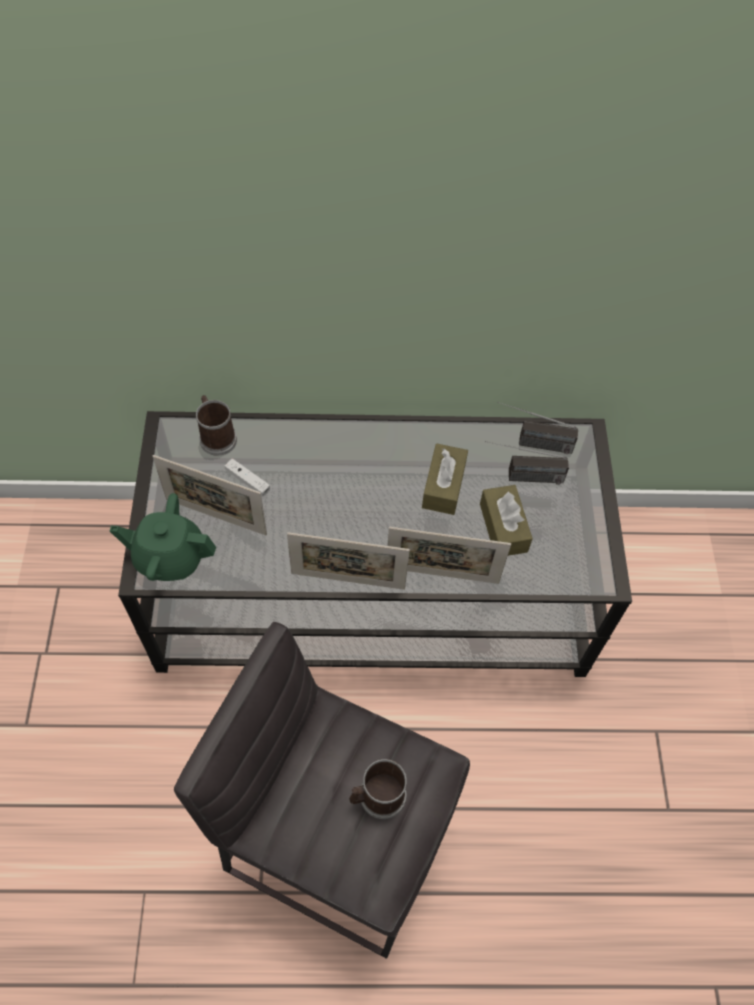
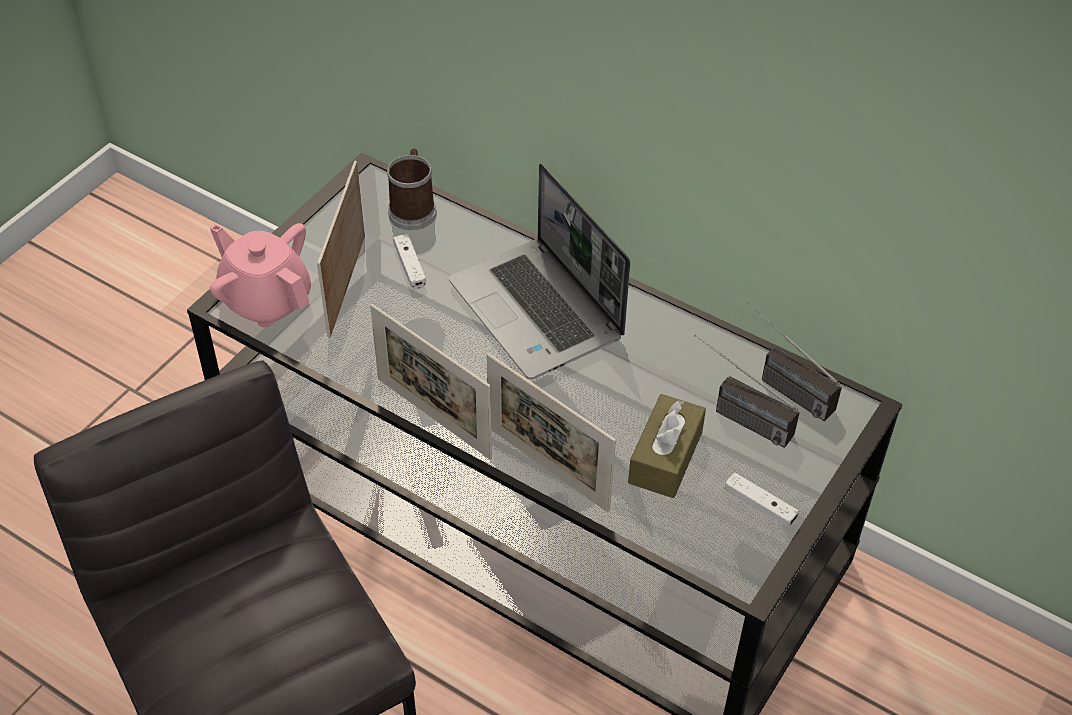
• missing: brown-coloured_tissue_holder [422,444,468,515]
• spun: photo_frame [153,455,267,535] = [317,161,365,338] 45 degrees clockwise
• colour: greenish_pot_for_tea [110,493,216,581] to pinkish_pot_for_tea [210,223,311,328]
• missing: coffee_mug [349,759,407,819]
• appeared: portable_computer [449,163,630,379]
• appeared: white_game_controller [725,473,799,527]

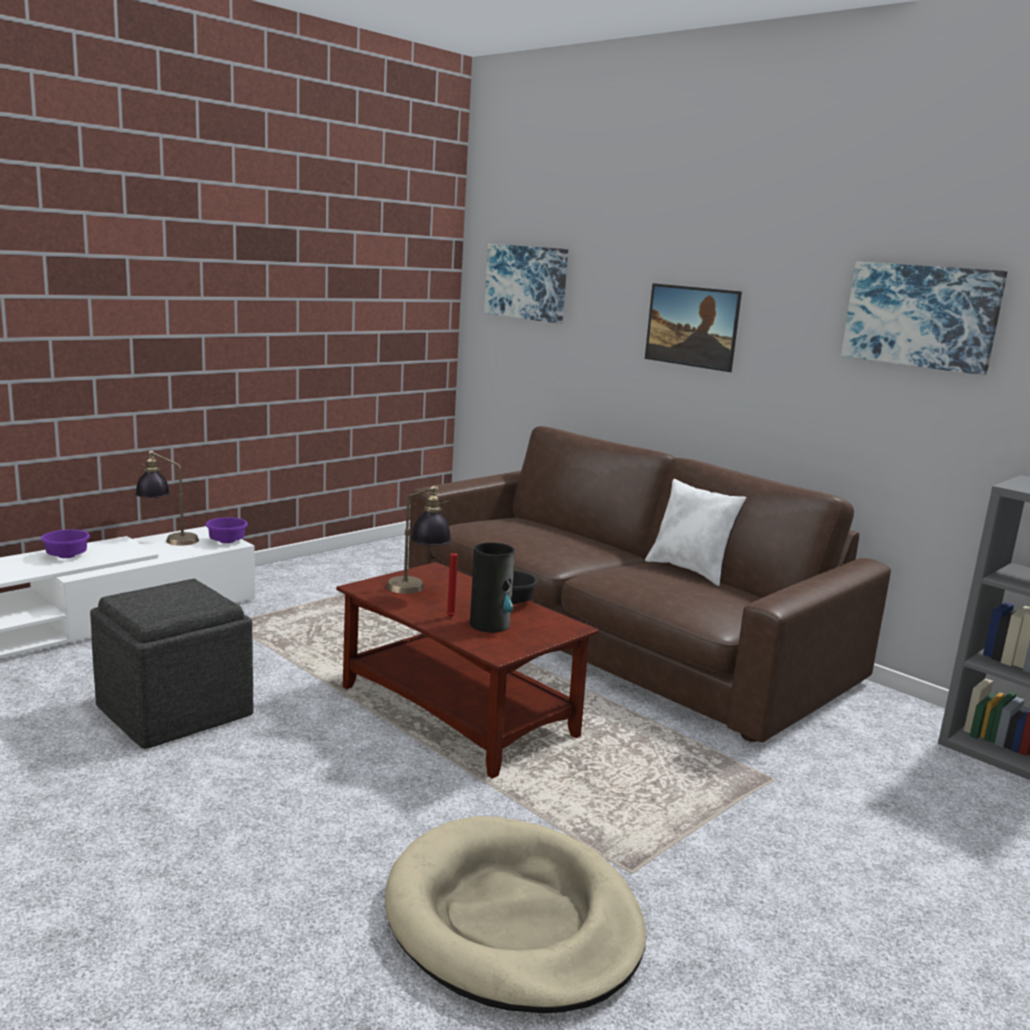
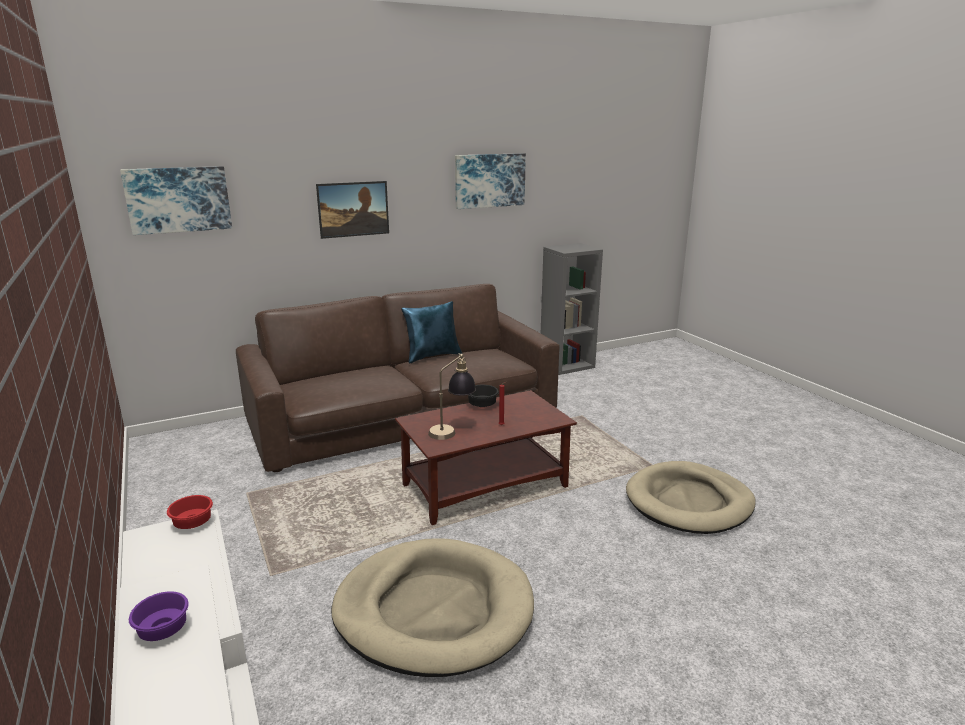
• missing: tabletop_lamp [135,450,199,546]
• colour: white_pillow [645,479,746,586] to blue_pillow [401,301,462,364]
• colour: purple_serving_bowl [205,517,248,543] to red-coloured_serving_bowl [167,495,213,529]
• missing: vase [470,542,515,632]
• exchanged: greyish_ottoman [90,579,254,749] to beige-coloured_dog_bed [331,538,534,677]

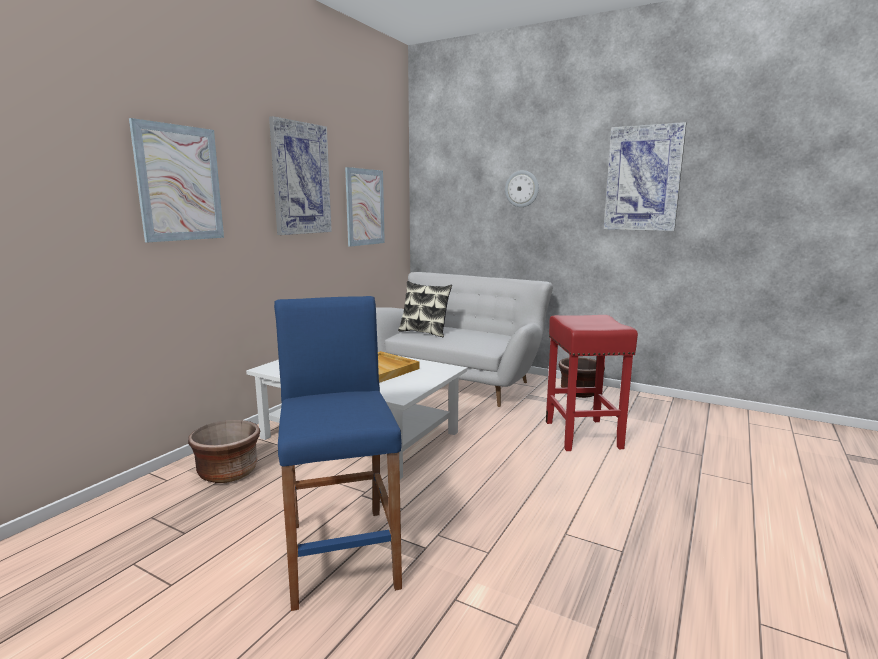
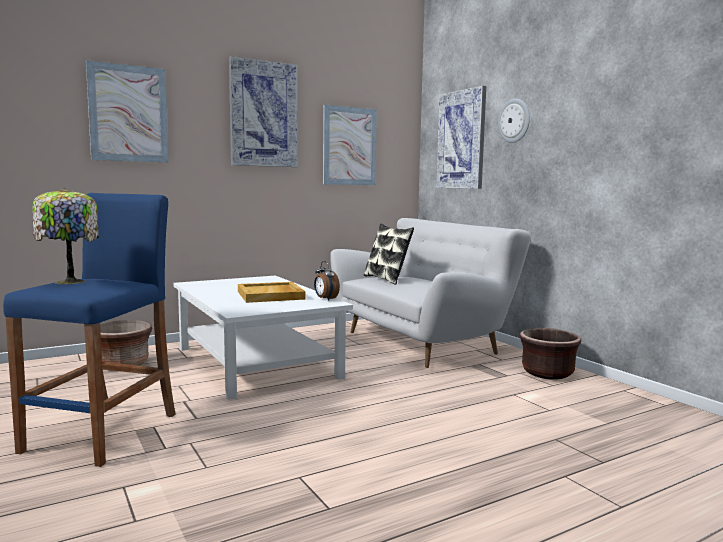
• relocated: wall_picture [603,122,687,231] to [436,86,486,189]
• missing: red-coloured_stool_seat [546,315,638,451]
• appeared: tabletop_lamp [32,188,99,284]
• appeared: table_clock [314,261,340,301]

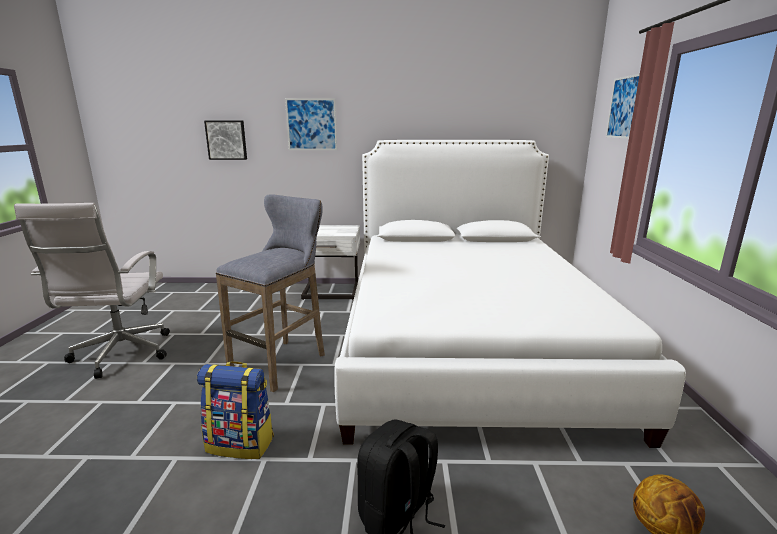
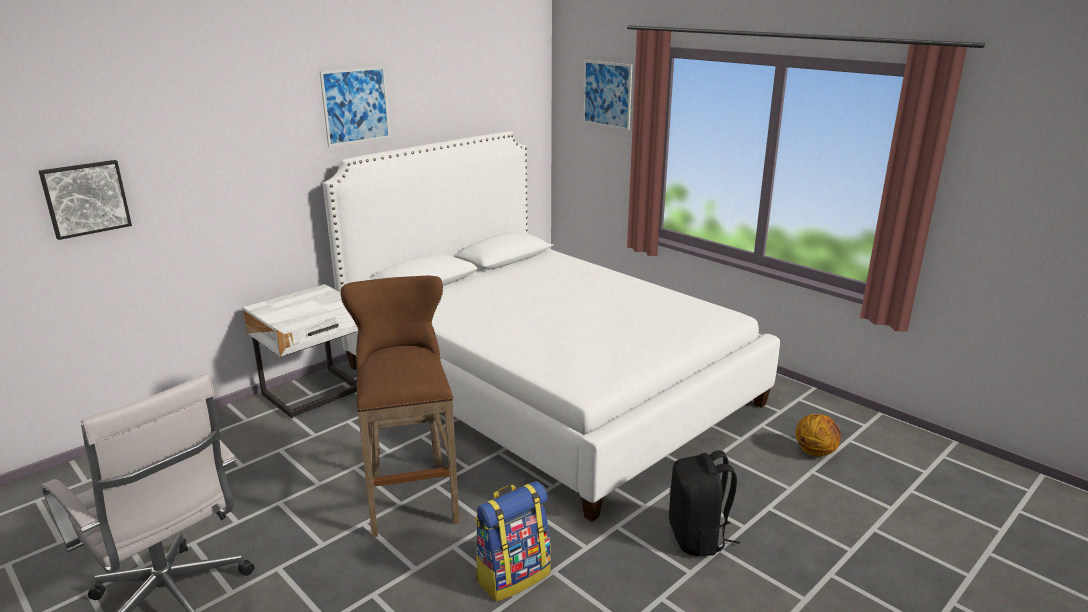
• relocated: wall_picture [285,98,337,150] to [320,66,390,147]
• colour: greyish_stool_seat [216,194,325,392] to brown-coloured_stool_seat [341,276,459,537]

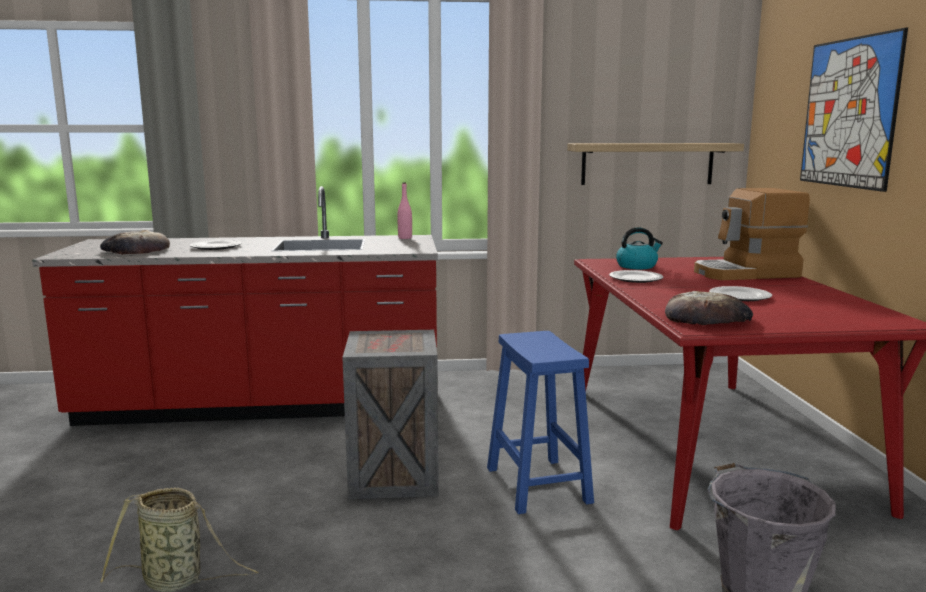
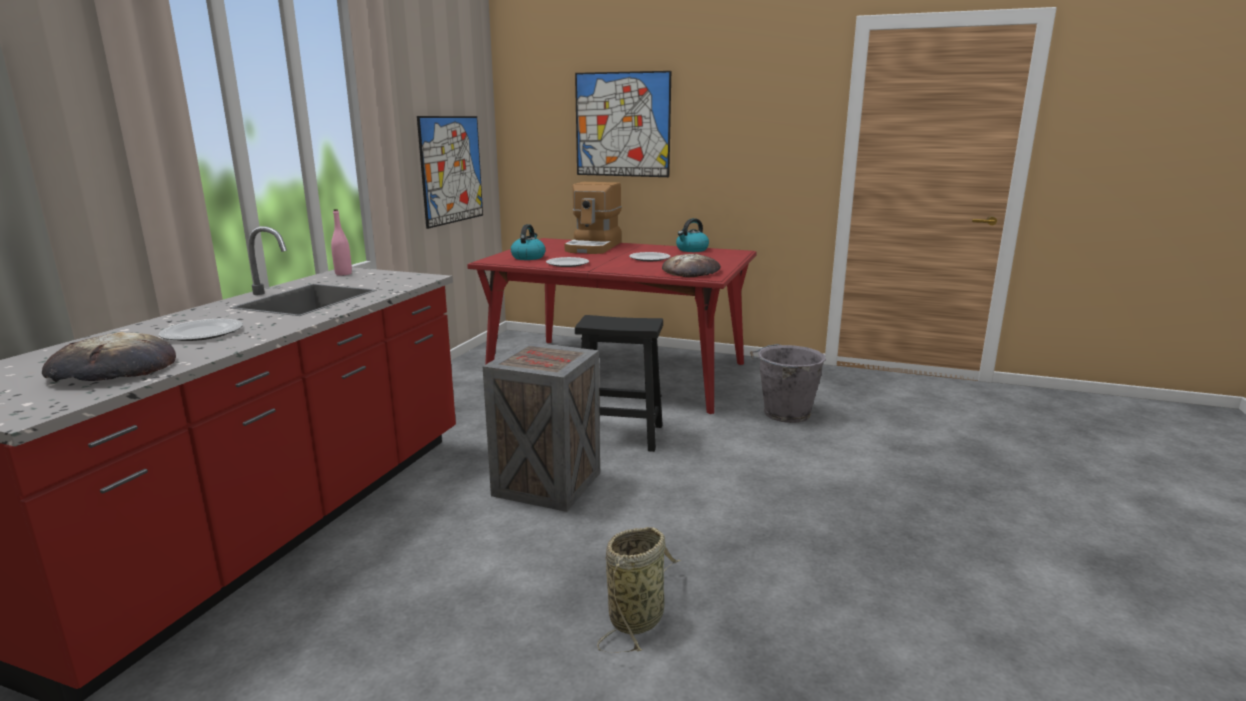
• exchanged: wall_shelf [567,143,744,185] to wall_picture [417,116,483,229]
• colour: blue_stool_seat [487,331,594,514] to black_stool_seat [575,315,663,452]
• appeared: tea_kettle [676,218,709,252]

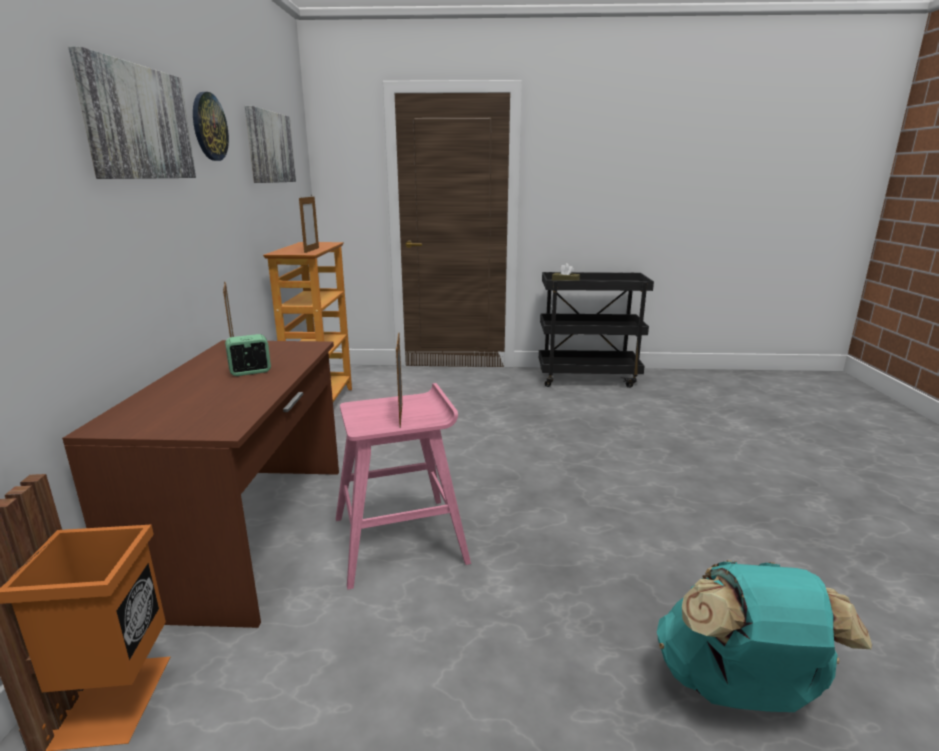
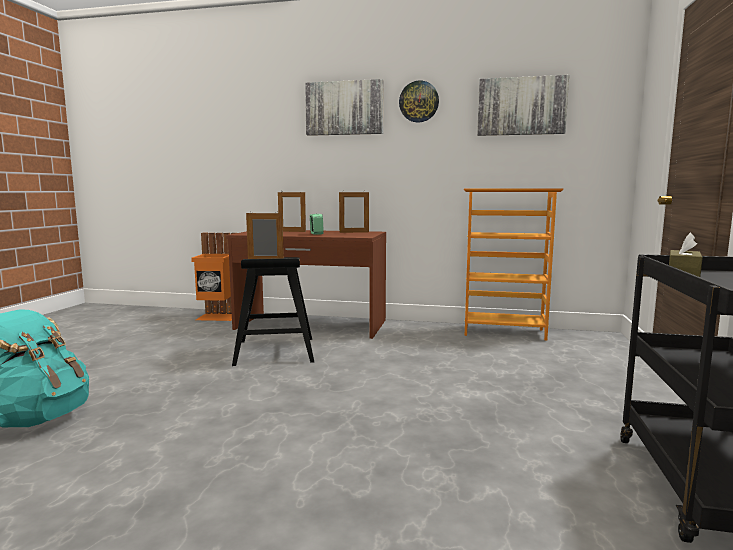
• relocated: photo_frame [299,197,319,253] to [278,192,306,232]
• colour: pinkish_stool_seat [336,383,471,590] to black_stool_seat [232,257,314,366]

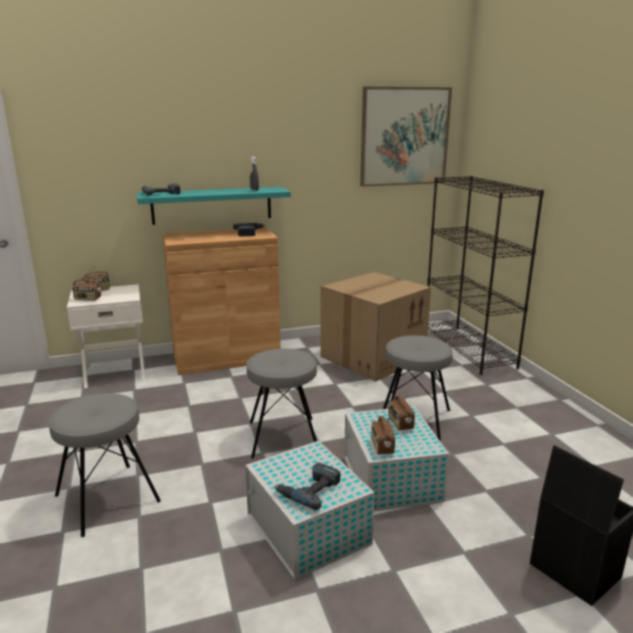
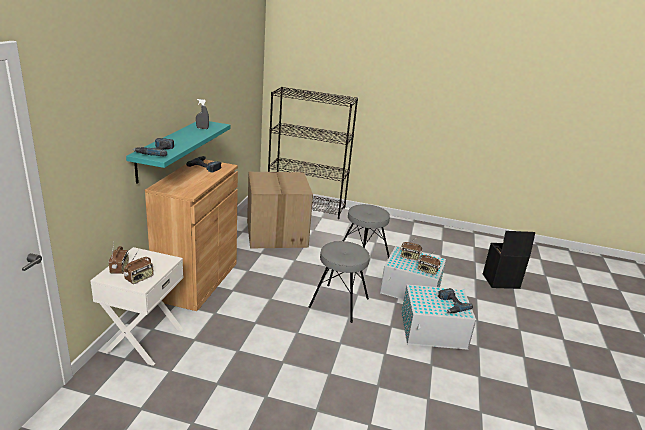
• missing: wall_picture [360,87,452,187]
• missing: greyish_stool_seat [49,393,161,537]

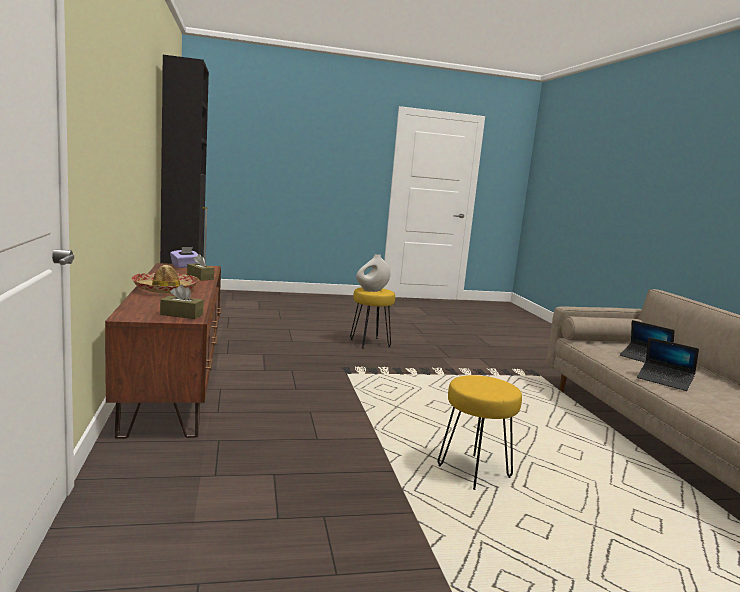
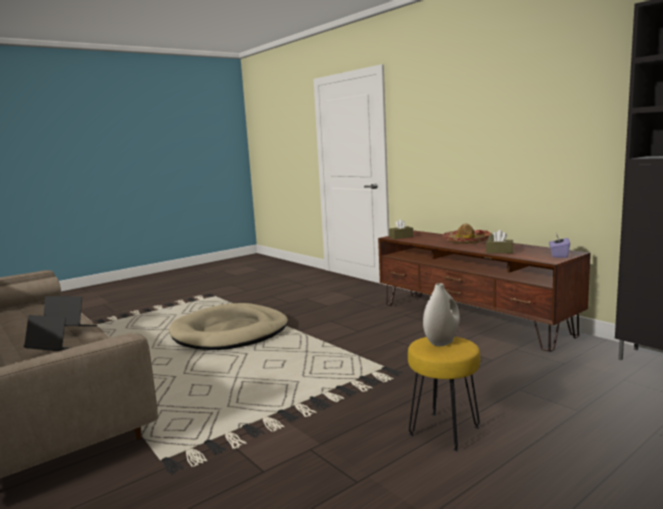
• exchanged: yellowish_stool_seat [438,375,522,490] to beige-coloured_dog_bed [169,303,288,350]

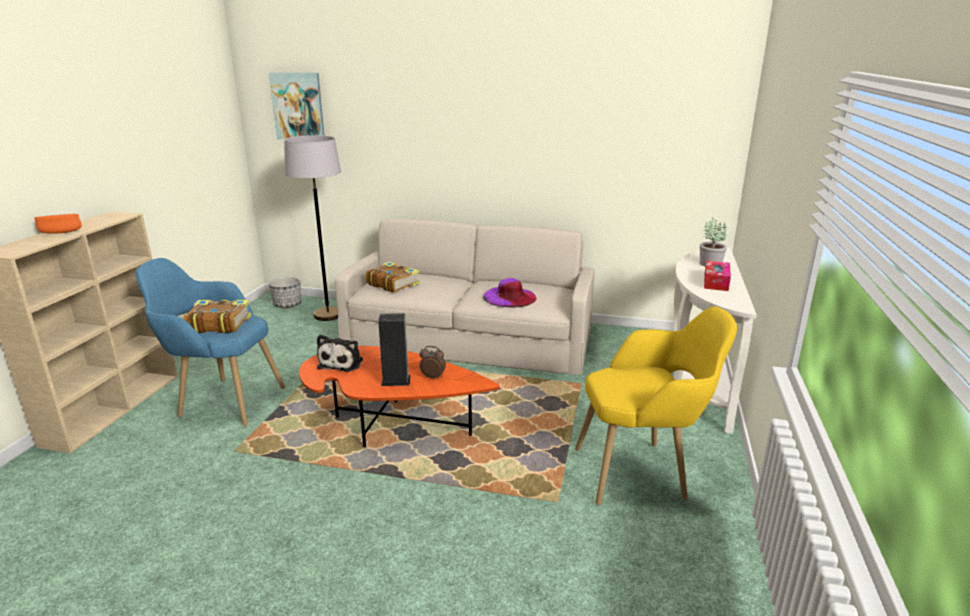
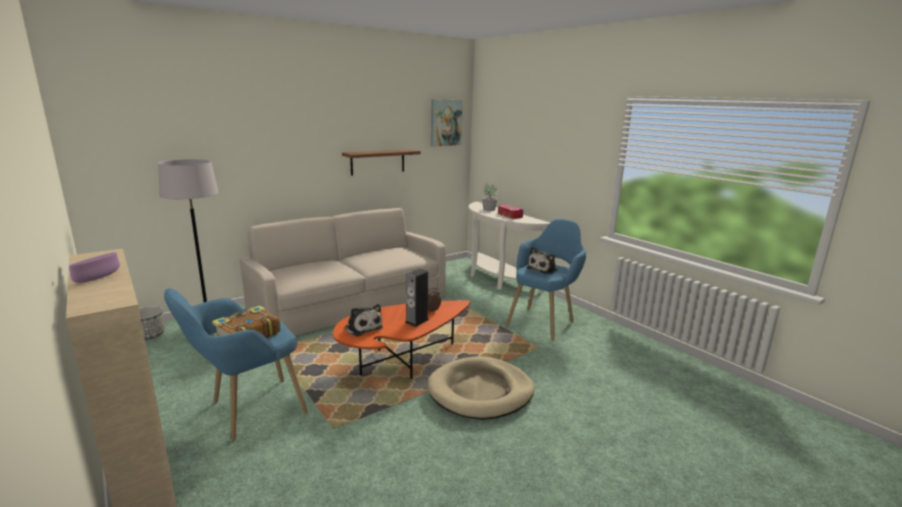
• relocated: wall_picture [269,72,325,139] to [431,99,463,146]
• colour: orangey_serving_bowl [35,214,82,234] to purple_serving_bowl [69,252,120,283]
• missing: bound_book [366,262,419,293]
• missing: purple_wearable_hat [483,278,536,307]
• colour: yellowish_armchair [575,306,737,505] to blue_armchair [506,219,586,341]
• appeared: wall_shelf [342,149,421,176]
• appeared: plush_toy [527,247,558,274]
• appeared: beige-coloured_dog_bed [428,357,535,420]

